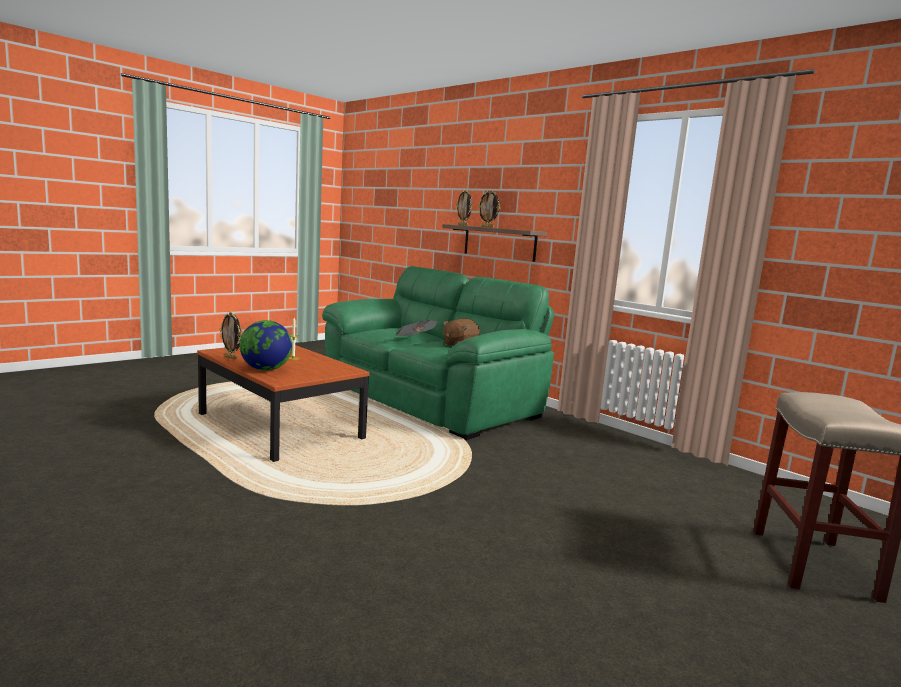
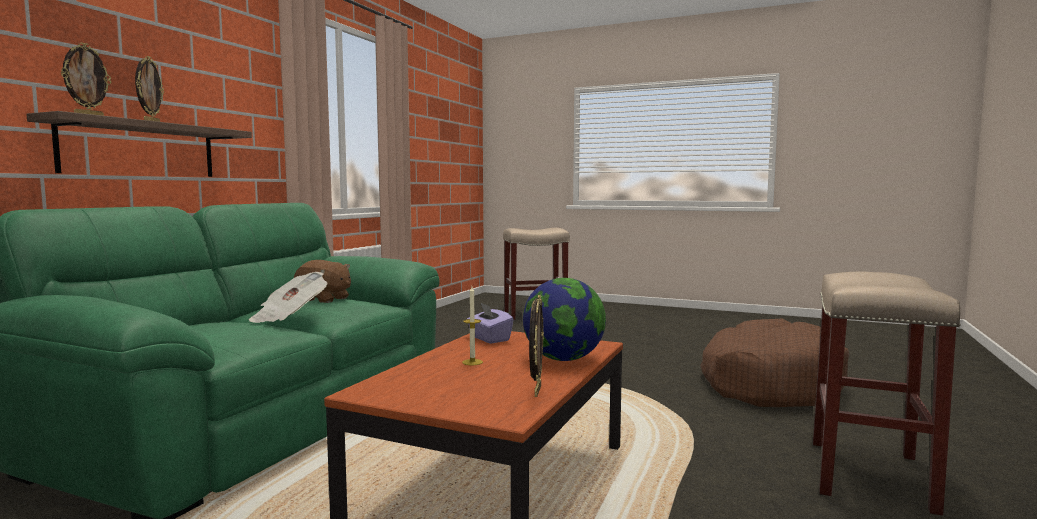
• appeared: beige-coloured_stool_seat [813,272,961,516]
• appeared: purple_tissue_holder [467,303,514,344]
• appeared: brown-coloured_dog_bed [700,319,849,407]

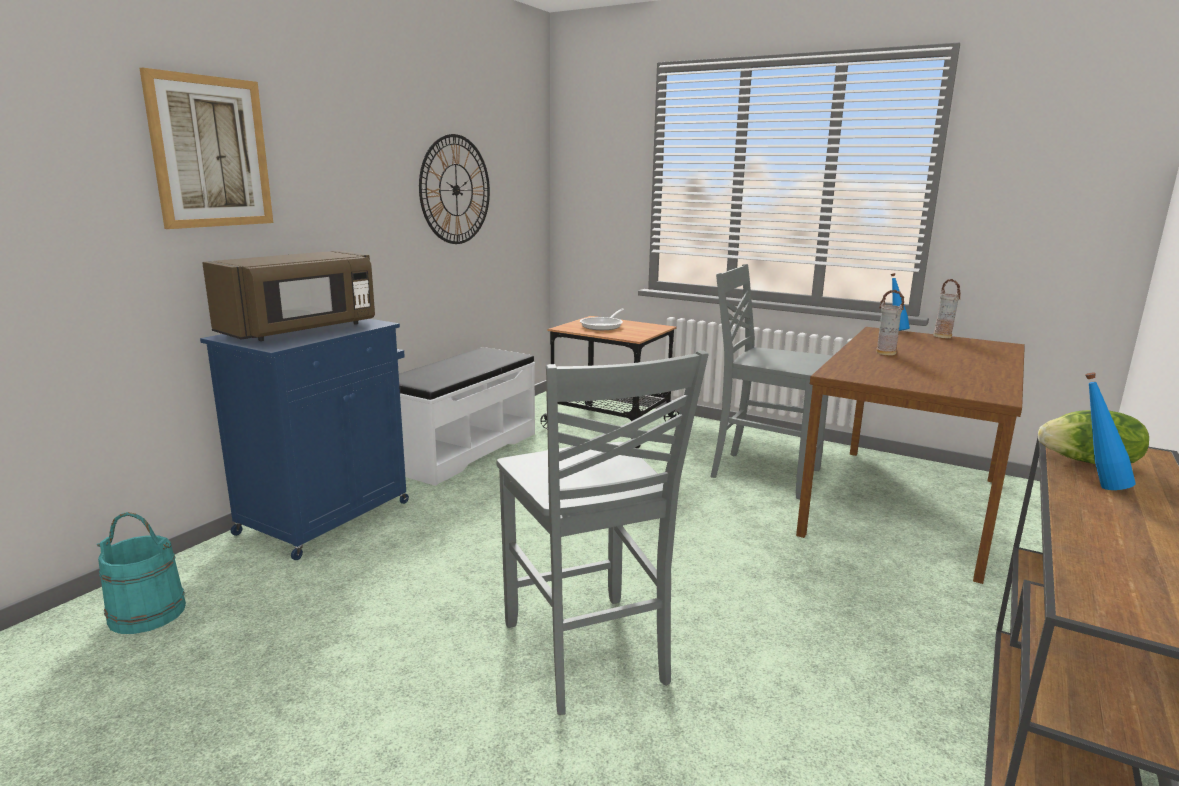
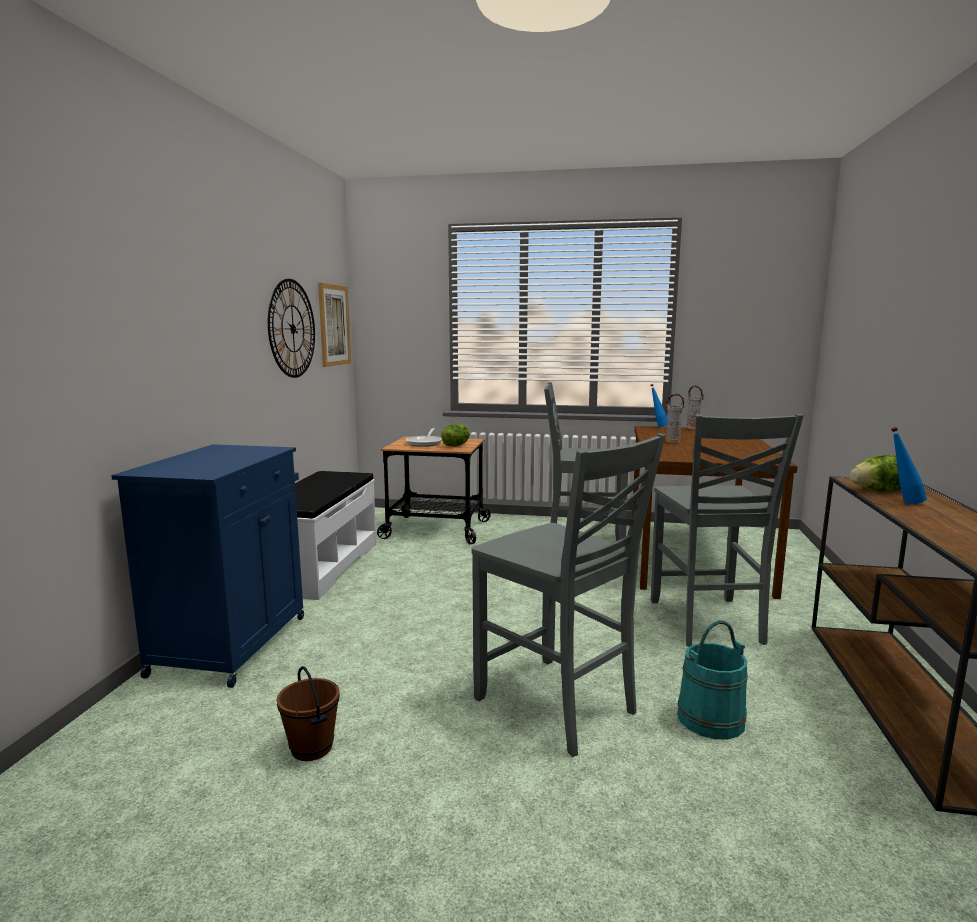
• relocated: wall_picture [139,68,273,229] to [318,283,351,367]
• missing: brown-coloured_microwave_oven [202,251,375,341]
• relocated: turquoise-coloured_bucket [97,512,186,634] to [677,620,748,740]
• appeared: greyish_chair [651,414,803,647]
• appeared: lettuce_head [441,424,470,447]
• appeared: brown-coloured_bucket [276,666,340,761]

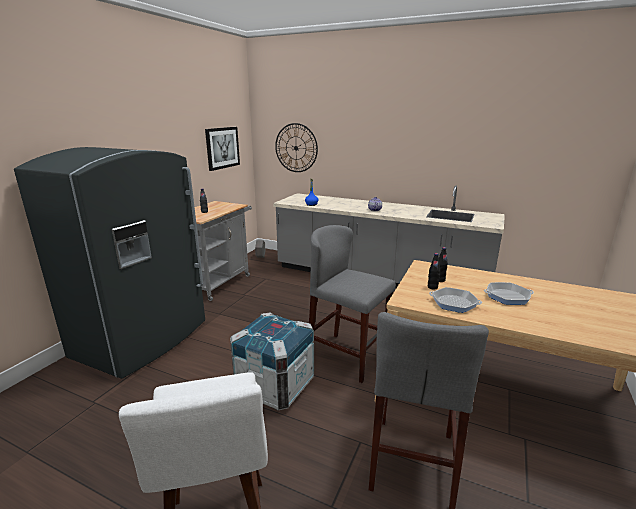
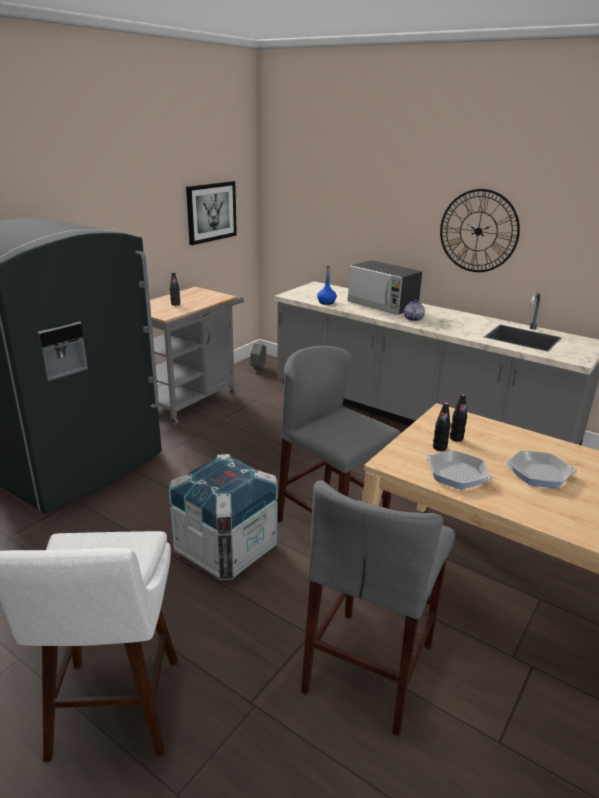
• relocated: hanging_clock [275,123,318,172] to [440,189,520,272]
• appeared: microwave_oven [347,260,422,315]

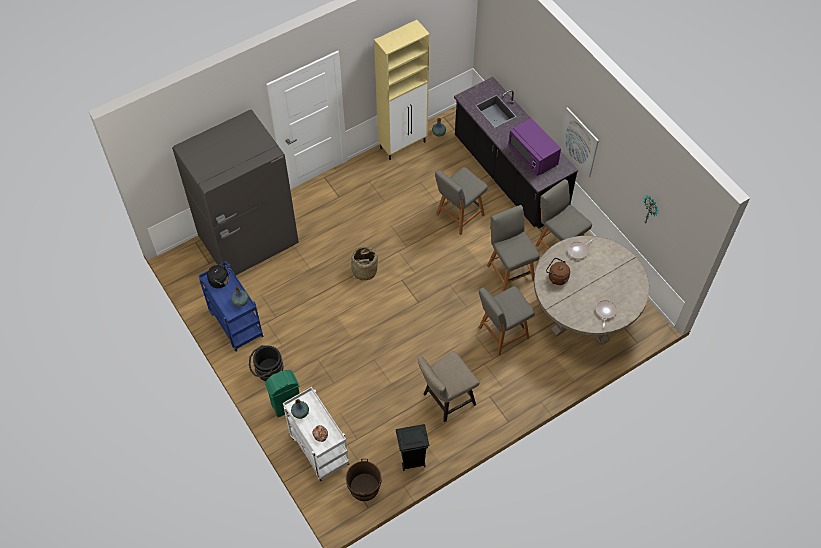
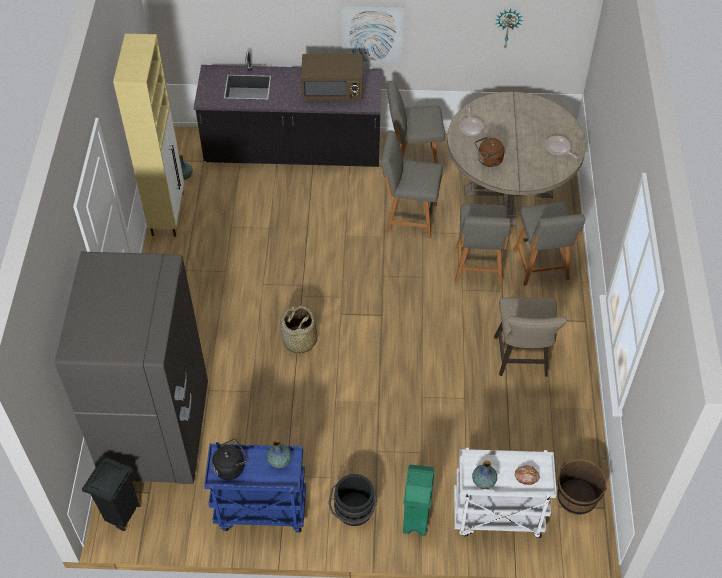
• colour: purple_microwave_oven [508,118,561,176] to brown-coloured_microwave_oven [301,54,363,101]
• relocated: greyish_chair [435,167,488,235] to [513,202,585,286]
• relocated: black_rubbish_bin [396,424,429,471] to [82,456,141,531]

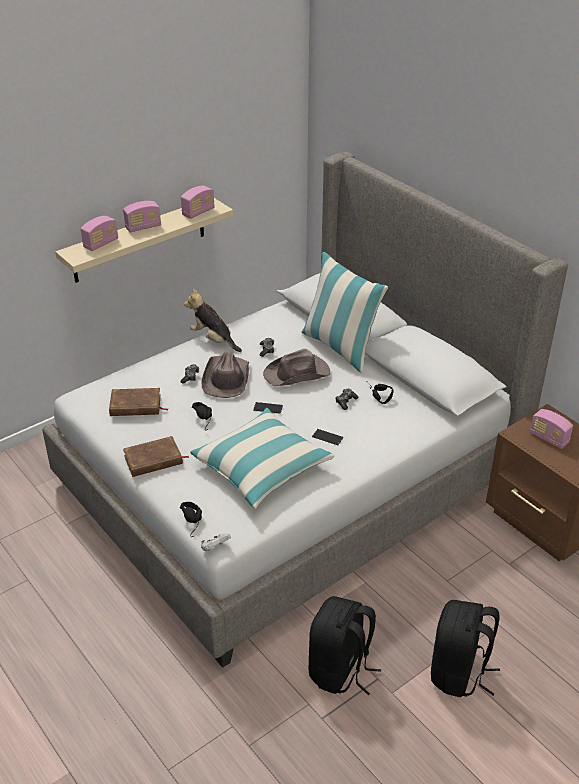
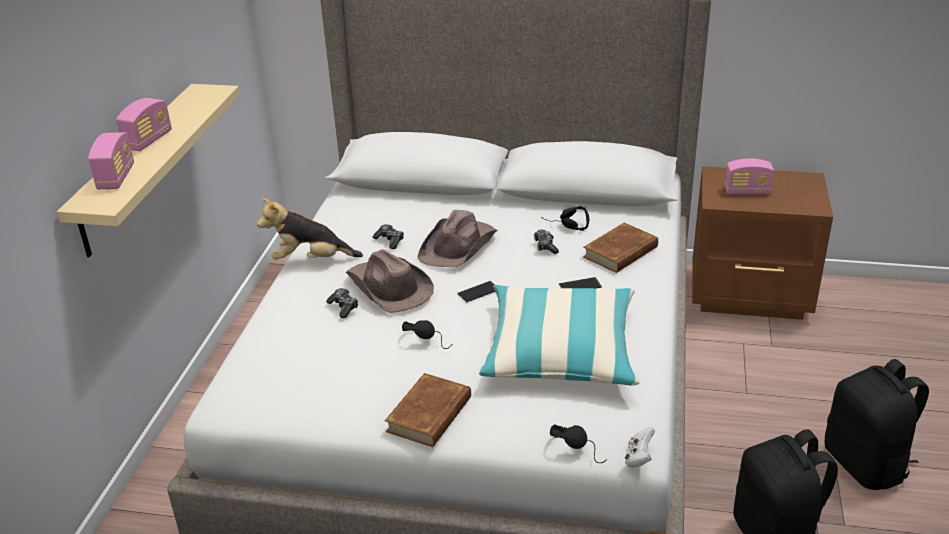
• missing: radio [181,186,215,219]
• missing: pillow [301,252,388,373]
• relocated: brown-coloured_bound_book [109,388,168,416] to [583,223,658,273]

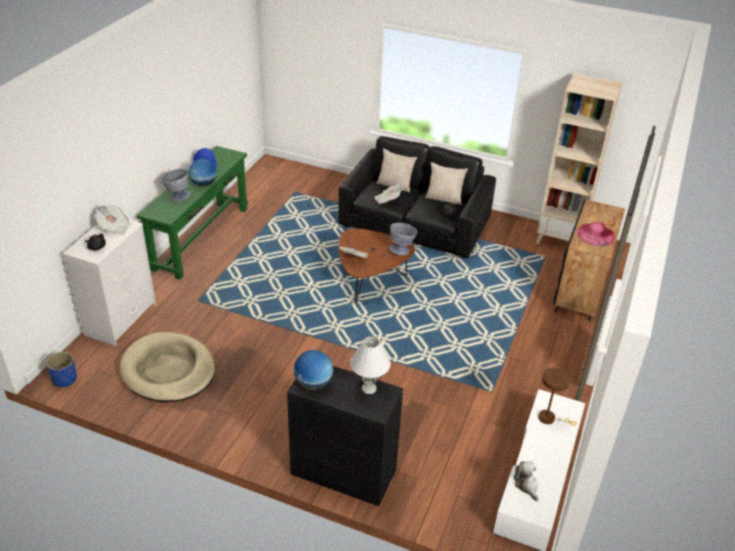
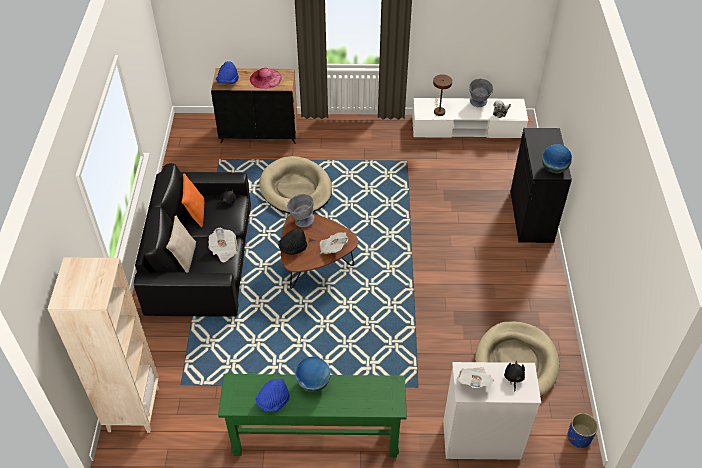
• relocated: beige-coloured_shelving_unit [536,73,623,244] to [48,257,159,433]
• colour: beige-coloured_pillow [425,162,468,205] to orangey_pillow [181,173,204,227]
• relocated: greyish_serving_bowl [160,169,191,201] to [469,79,493,107]
• missing: white_tabletop_lamp [350,337,391,394]
• appeared: blue_wearable_hat [216,61,239,84]
• appeared: beige-coloured_dog_bed [259,156,332,213]
• appeared: black_wearable_hat [278,229,307,255]

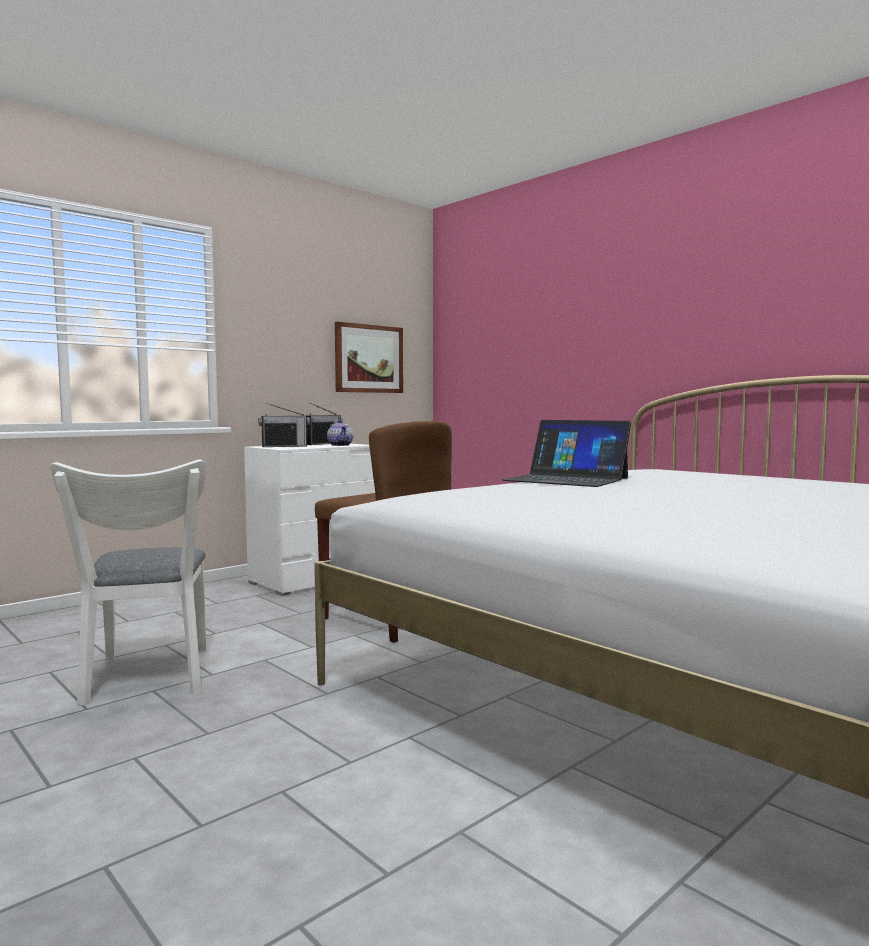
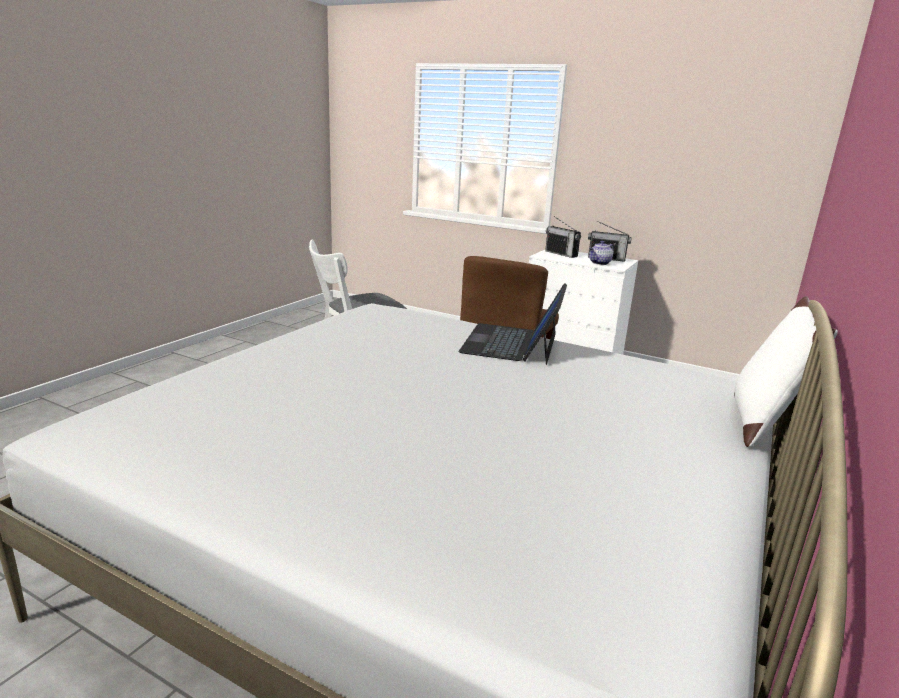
• missing: wall_picture [335,322,403,393]
• appeared: white_pillow [734,296,838,447]

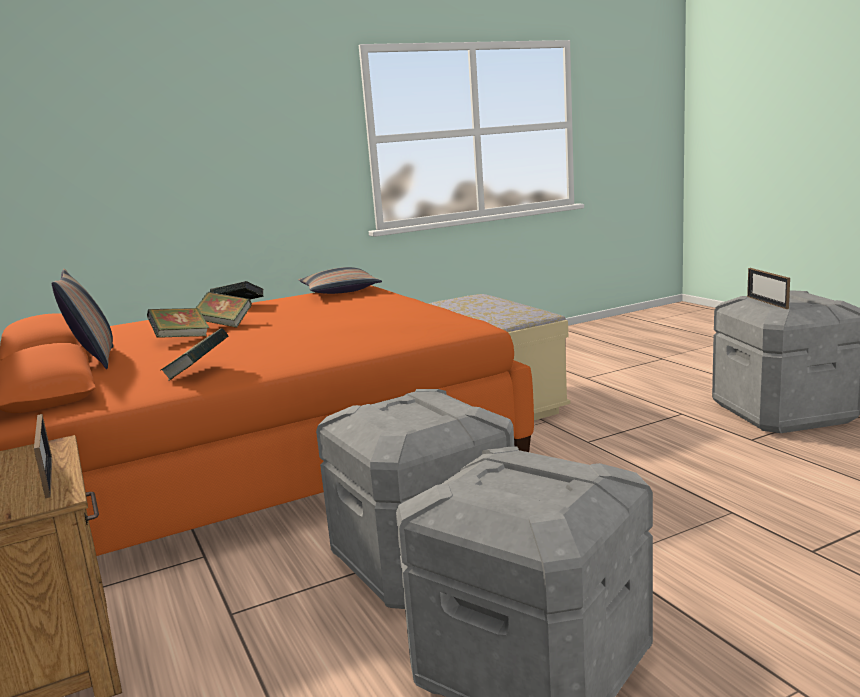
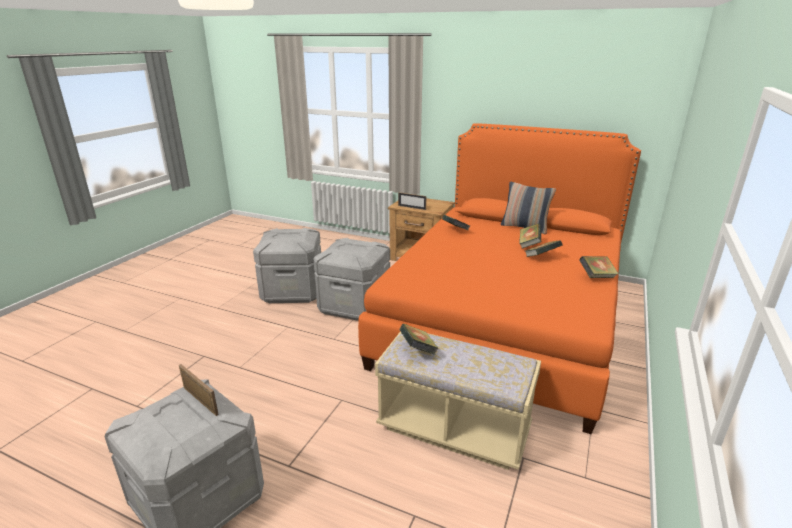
• missing: pillow [298,267,382,294]
• appeared: bound_book [399,324,438,355]

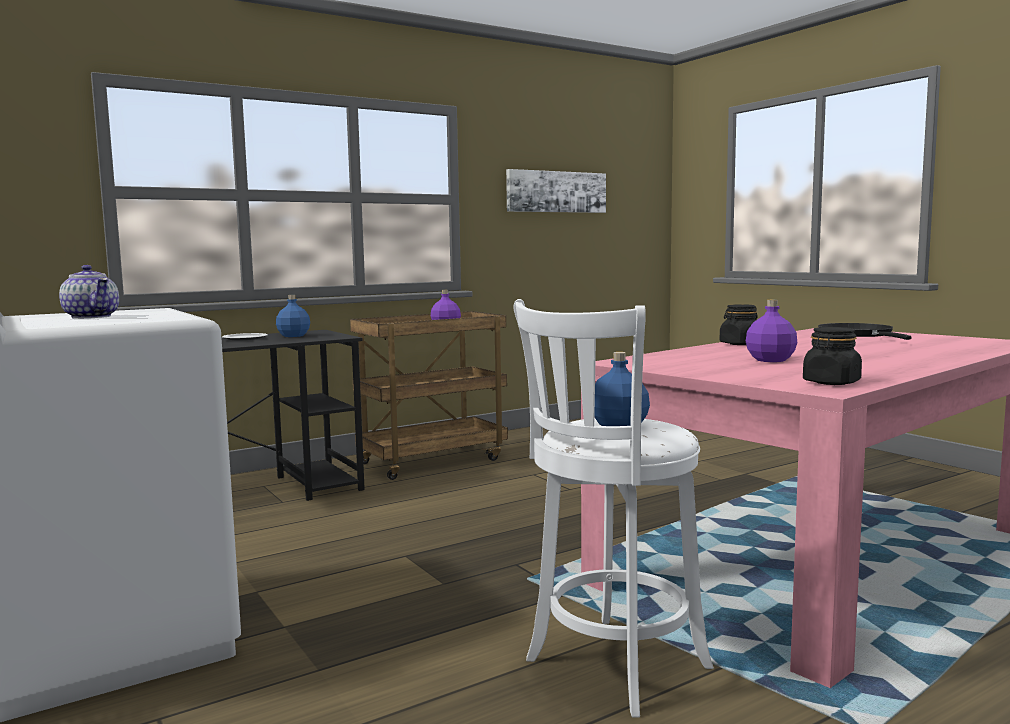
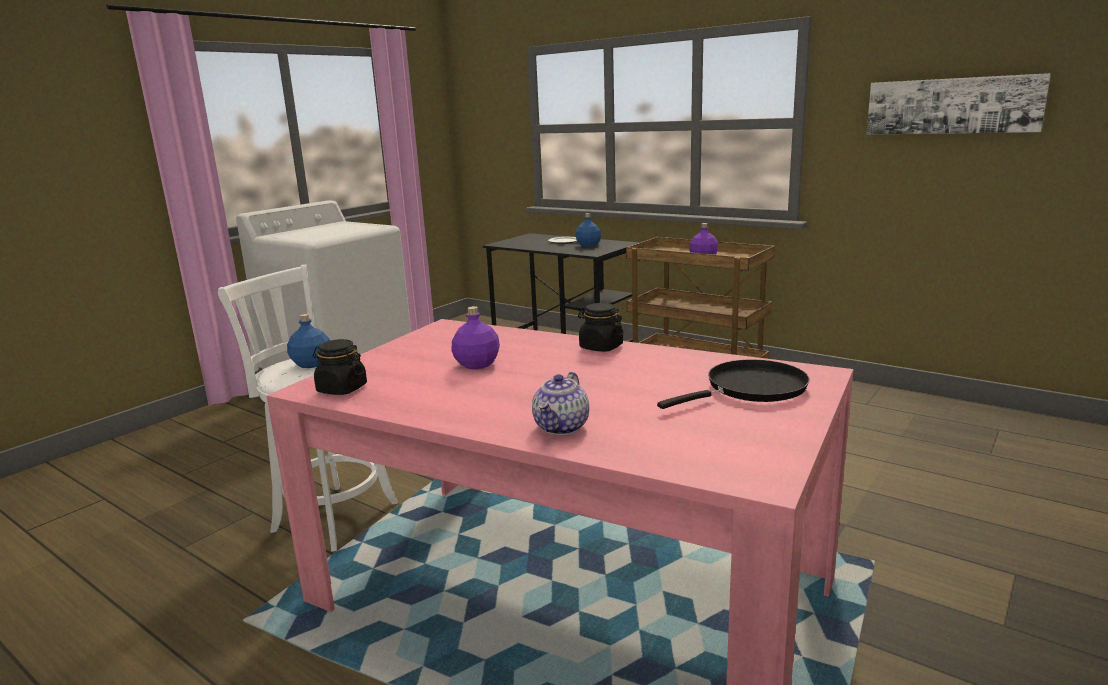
• relocated: pot_for_tea [59,265,119,319] to [532,372,589,435]

